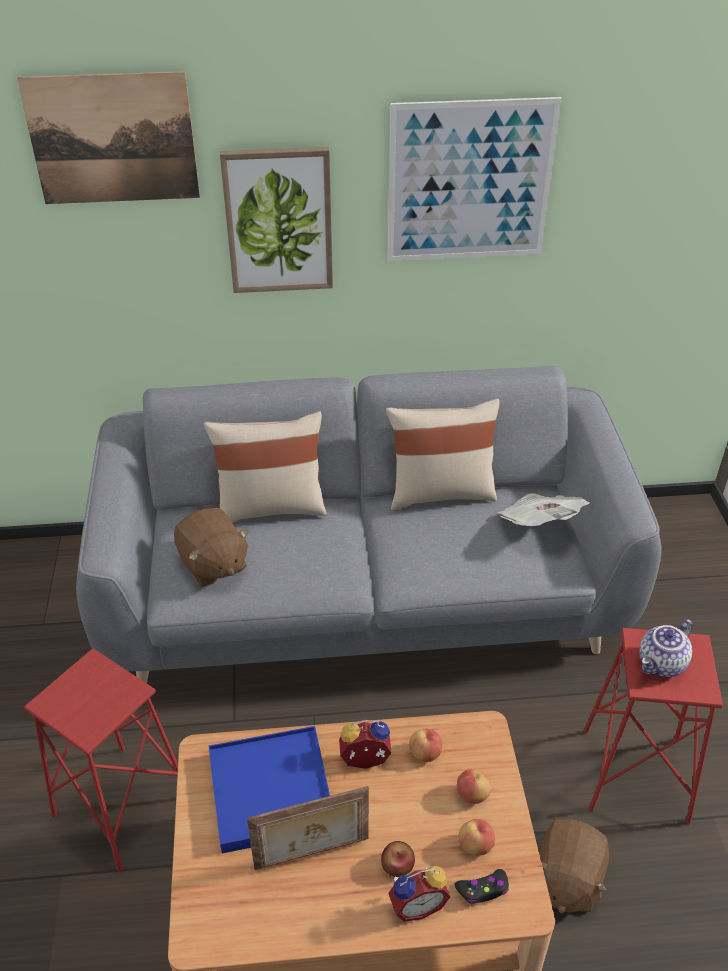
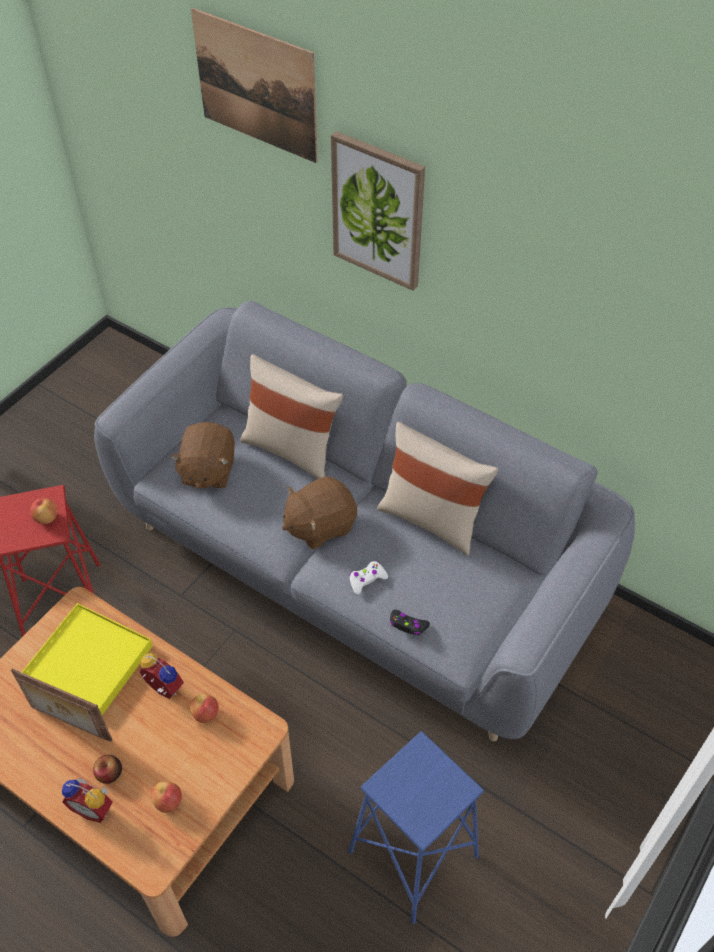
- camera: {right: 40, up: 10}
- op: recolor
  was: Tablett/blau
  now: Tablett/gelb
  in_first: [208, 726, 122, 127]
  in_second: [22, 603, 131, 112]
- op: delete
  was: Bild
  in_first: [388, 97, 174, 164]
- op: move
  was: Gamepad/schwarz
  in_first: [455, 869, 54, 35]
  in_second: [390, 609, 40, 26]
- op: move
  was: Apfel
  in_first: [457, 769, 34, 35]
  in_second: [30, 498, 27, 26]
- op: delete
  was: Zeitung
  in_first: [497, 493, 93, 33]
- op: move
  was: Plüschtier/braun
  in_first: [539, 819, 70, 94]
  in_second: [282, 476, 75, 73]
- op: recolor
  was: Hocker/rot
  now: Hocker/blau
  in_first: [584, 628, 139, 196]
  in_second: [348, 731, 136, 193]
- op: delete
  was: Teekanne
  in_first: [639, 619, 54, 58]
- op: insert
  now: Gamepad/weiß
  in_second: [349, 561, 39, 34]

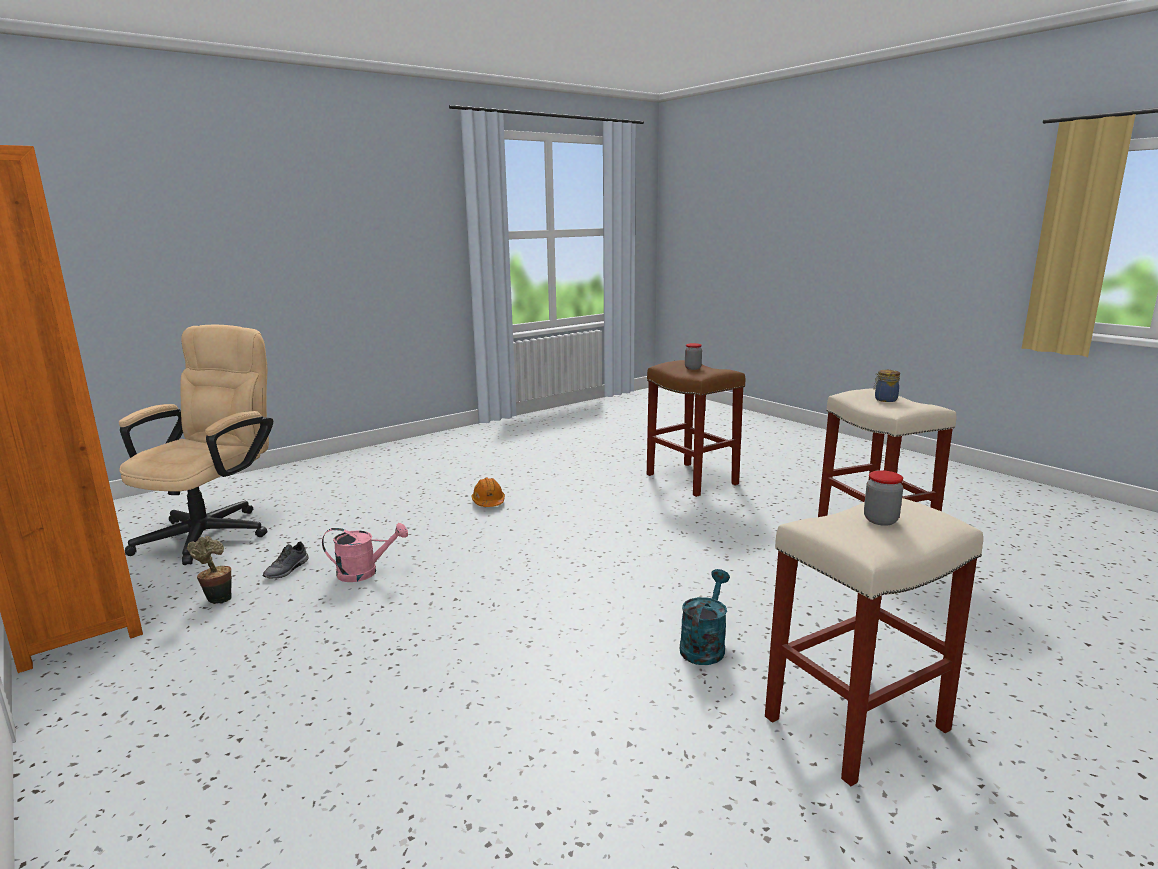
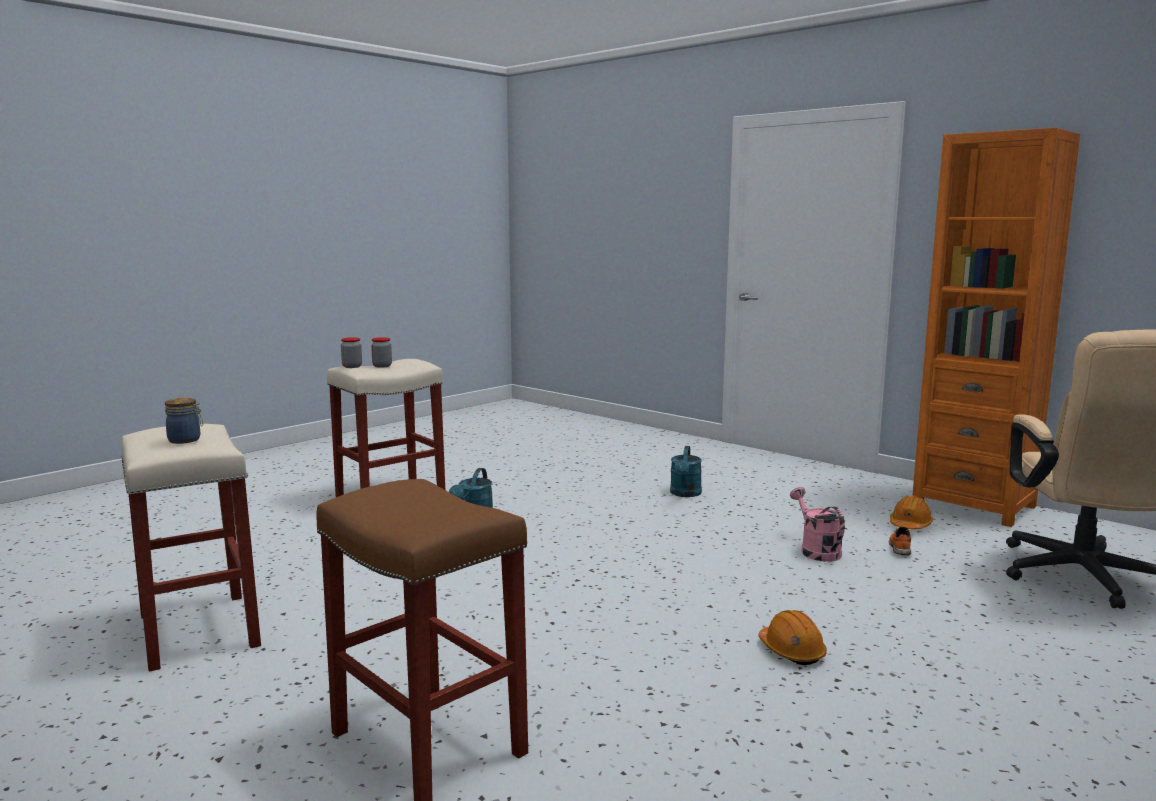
- camera: {right: 170, up: -5}
- op: replace
  was: Topfpflanze
  now: Schutzhelm/orange
  in_first: [187, 536, 45, 68]
  in_second: [890, 495, 43, 34]
- op: recolor
  was: Schuh/grau
  now: Schuh/orange
  in_first: [263, 542, 46, 37]
  in_second: [889, 527, 22, 28]
- op: rotate
  was: Gießkanne/rosa
  in_first: [322, 523, 86, 59]
  in_second: [790, 487, 55, 75]
  clockwise: 90
- op: move
  was: Vorratsglas
  in_first: [685, 343, 17, 27]
  in_second: [341, 337, 21, 31]
- op: insert
  now: Gießkanne/türkis
  in_second: [670, 446, 32, 51]

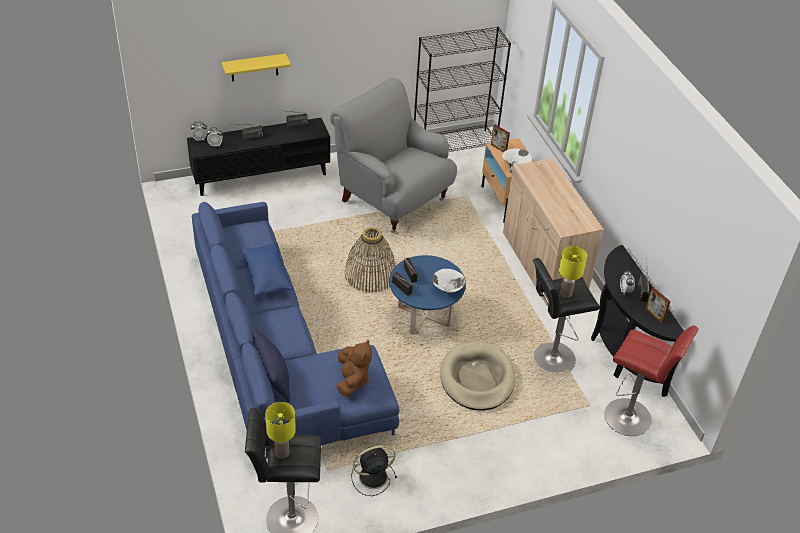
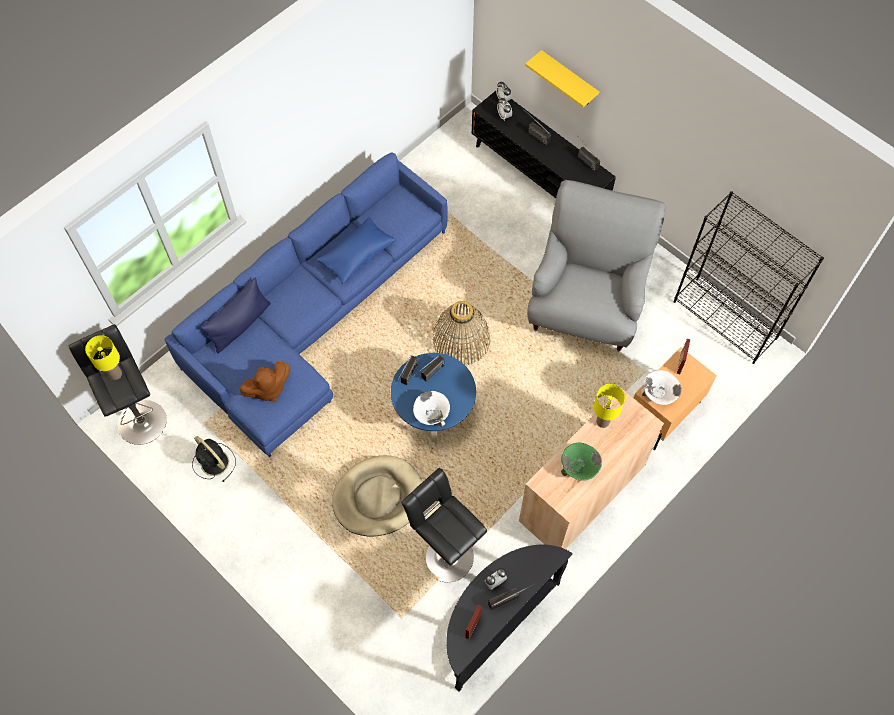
- camera: {right: 65, up: 20}
- op: move
  was: Tischlampe/gelb
  in_first: [559, 246, 28, 52]
  in_second: [594, 384, 31, 44]
- op: delete
  was: Hocker/rot
  in_first: [604, 326, 95, 110]
- op: insert
  now: Schüssel/grün
  in_second: [561, 443, 41, 38]

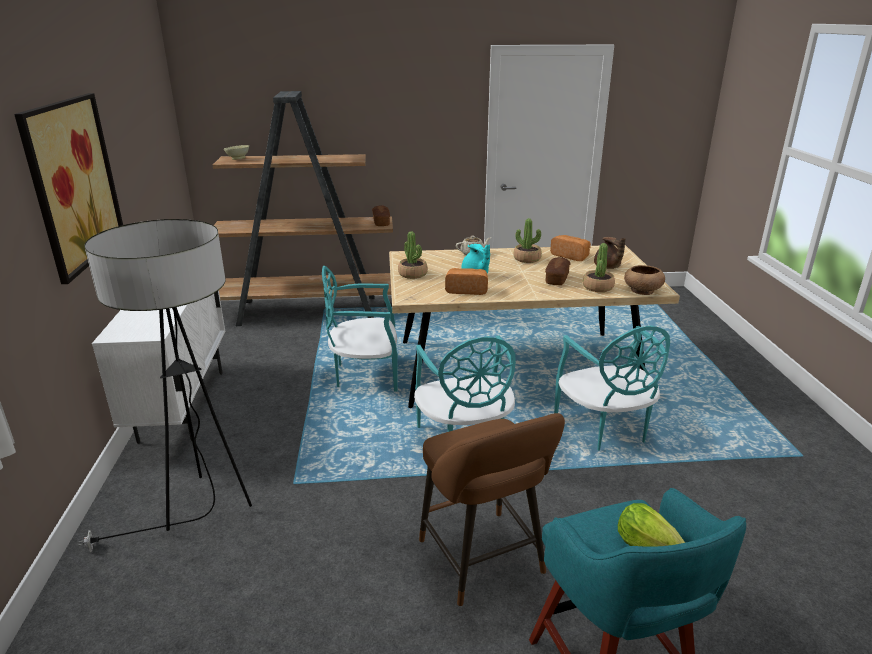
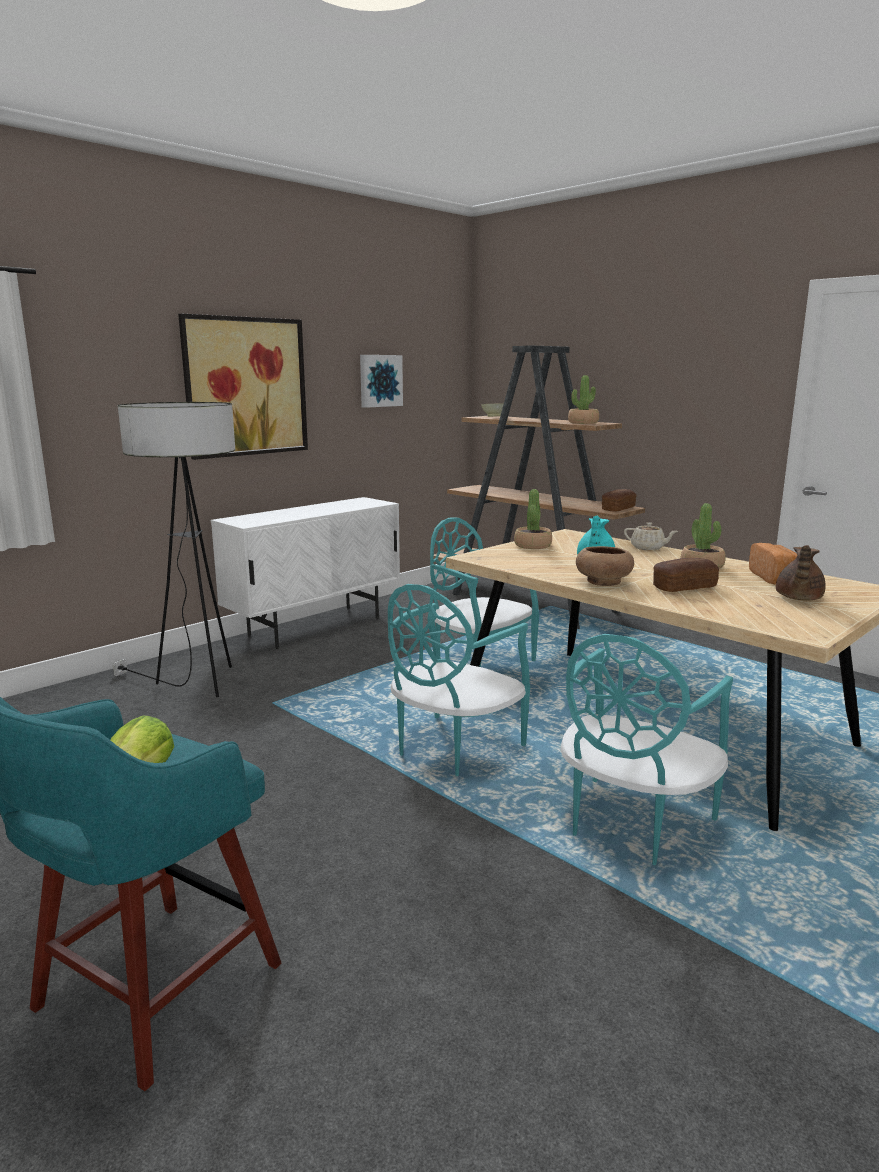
- camera: {right: 50, up: -10}
- op: delete
  was: Hocker/braun
  in_first: [419, 413, 146, 193]
- op: delete
  was: Brot
  in_first: [445, 268, 43, 27]
- op: move
  was: Topfpflanze
  in_first: [583, 243, 32, 49]
  in_second: [568, 375, 31, 49]
- op: move
  was: Schüssel/braun
  in_first: [624, 265, 41, 30]
  in_second: [576, 546, 58, 40]
- op: insert
  now: Bild
  in_second: [360, 355, 43, 53]

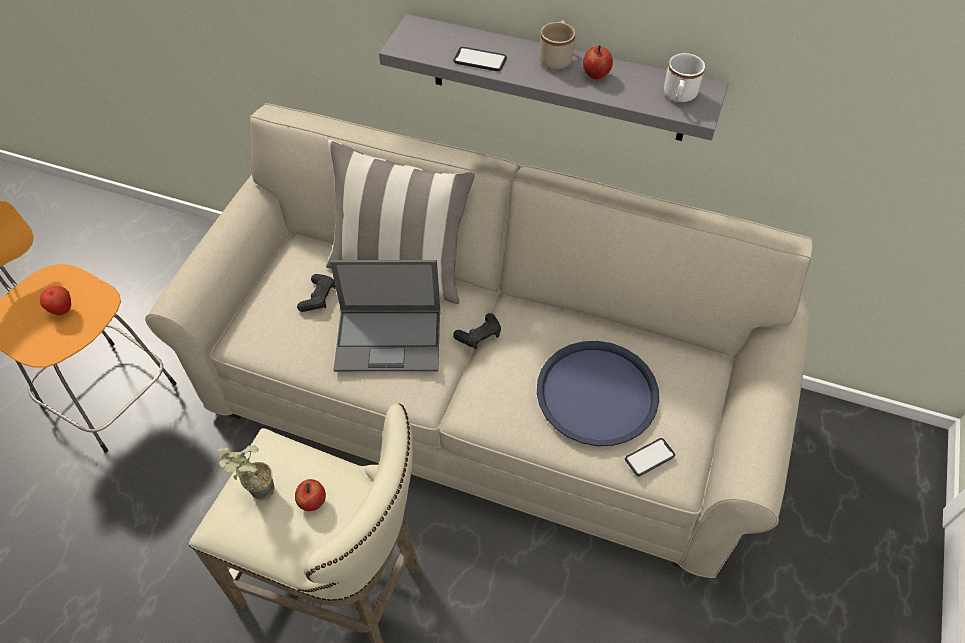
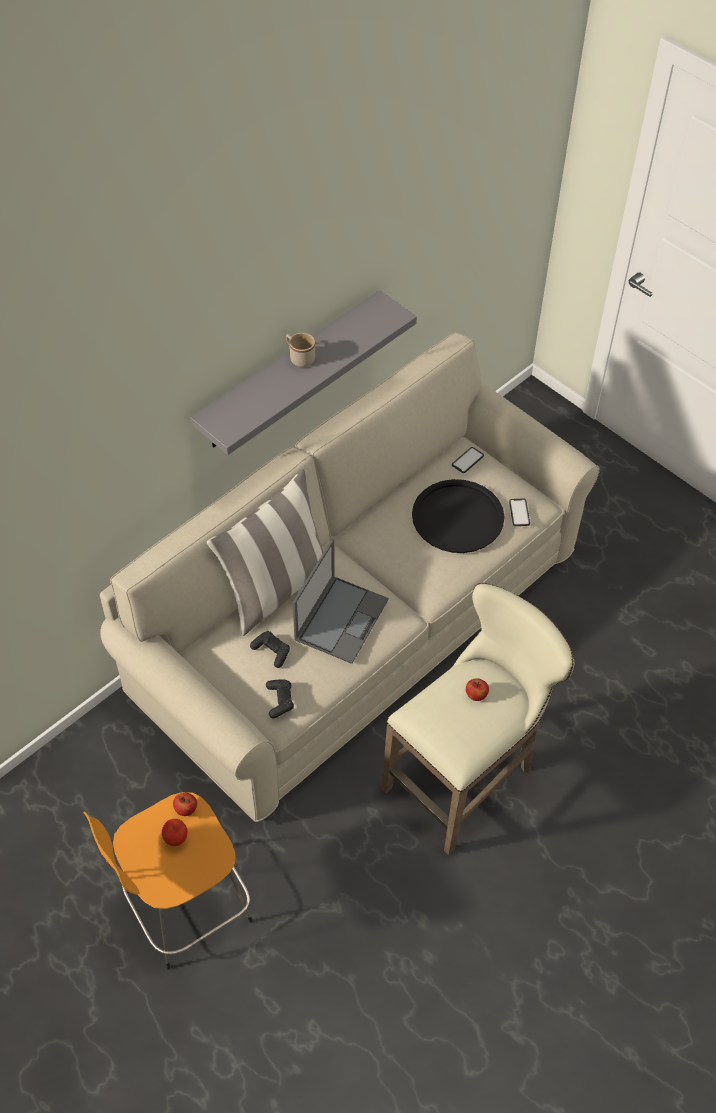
- camera: {right: -65, up: 0}
- op: delete
  was: Topfpflanze
  in_first: [217, 445, 57, 56]
- op: move
  was: Handy
  in_first: [453, 47, 54, 24]
  in_second: [452, 447, 32, 26]
- op: move
  was: Gamepad/schwarz
  in_first: [453, 313, 48, 36]
  in_second: [266, 679, 28, 39]
- op: recolor
  was: Tablett/blau
  now: Tablett/schwarz
  in_first: [537, 341, 122, 105]
  in_second: [412, 479, 92, 74]
- op: move
  was: Apfel
  in_first: [583, 45, 30, 34]
  in_second: [173, 792, 24, 24]
- op: delete
  was: Henkelbecher/weiß
  in_first: [664, 53, 41, 49]

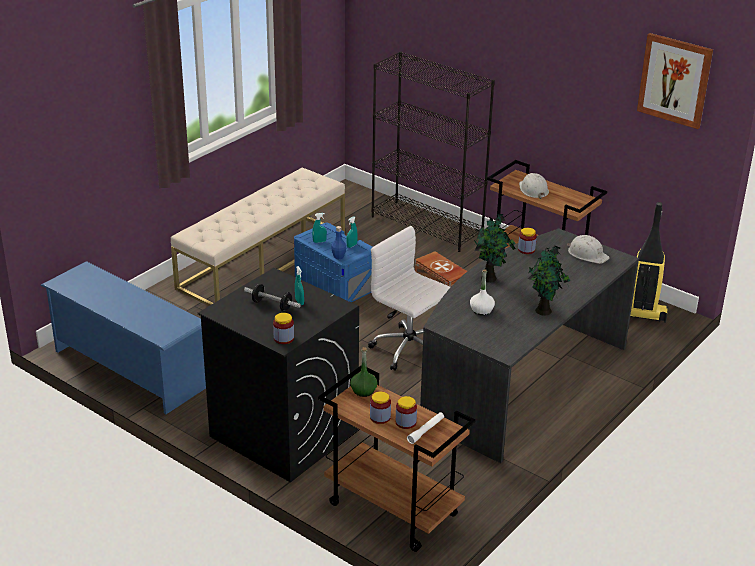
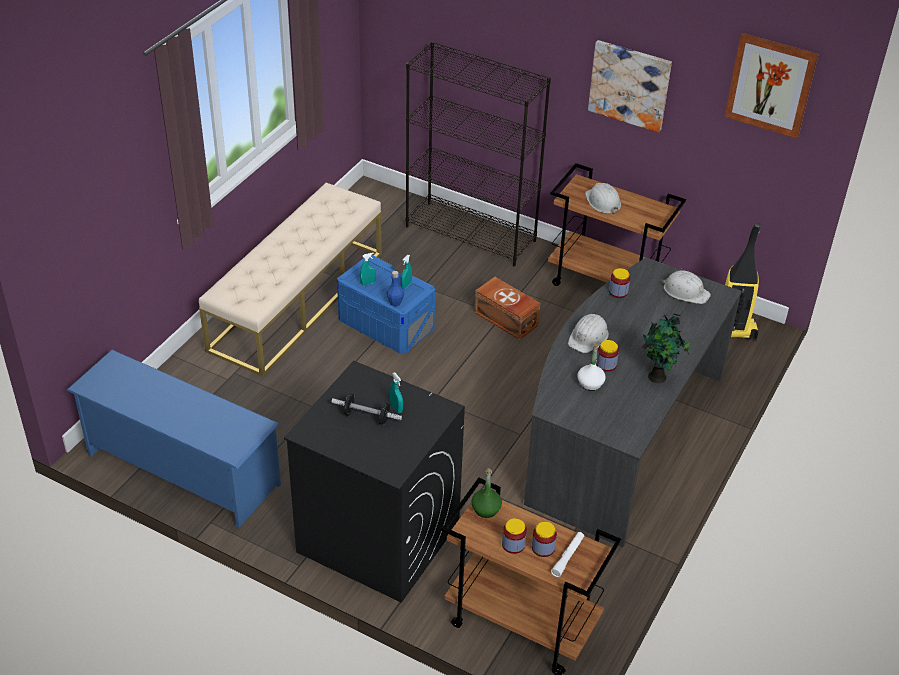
- camera: {right: -10, up: 10}
- op: move
  was: Vorratsglas
  in_first: [273, 313, 21, 31]
  in_second: [596, 340, 23, 32]
- op: delete
  was: Bürostuhl/weiß
  in_first: [368, 226, 82, 145]
- op: replace
  was: Topfpflanze
  now: Schutzhelm/weiß
  in_first: [473, 214, 43, 69]
  in_second: [568, 314, 41, 39]
- op: insert
  now: Bild
  in_second: [588, 40, 84, 93]

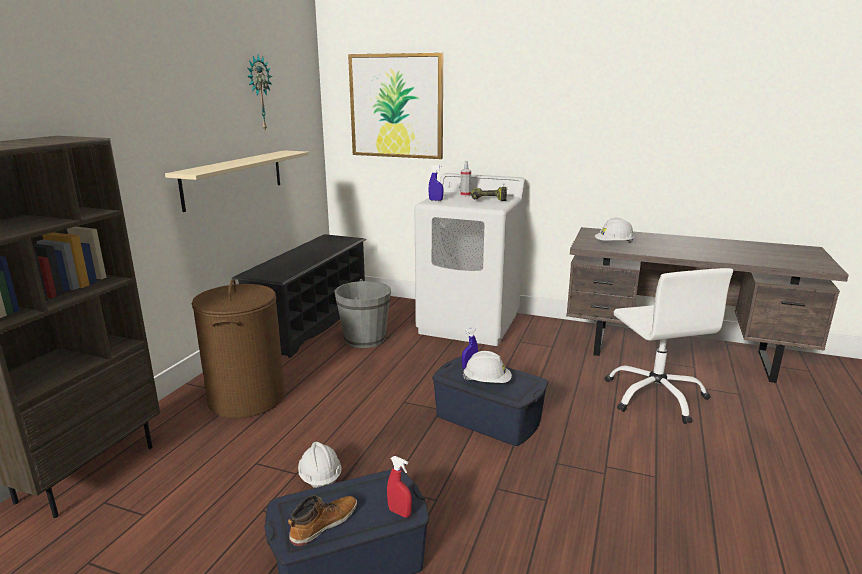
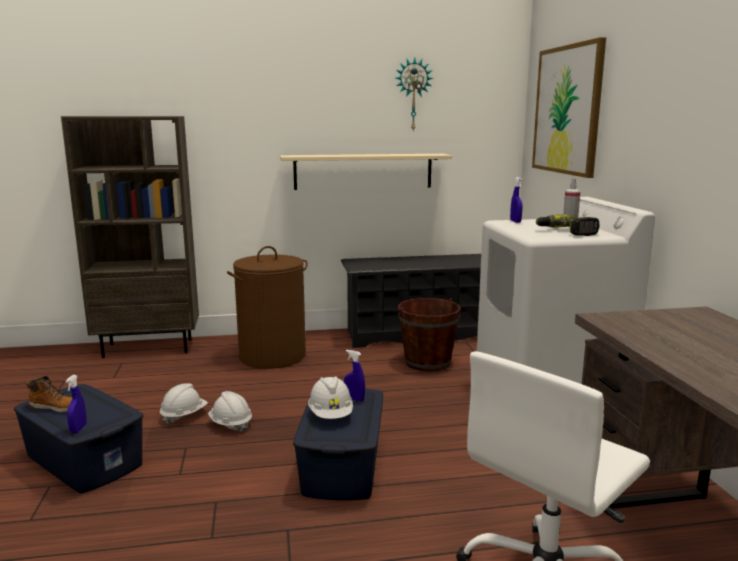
- camera: {right: 60, up: -5}
- op: recolor
  was: Eimer/grau
  now: Eimer/braun
  in_first: [335, 279, 56, 69]
  in_second: [398, 298, 63, 74]
- op: recolor
  was: Sprühflasche/rot
  now: Sprühflasche/blau
  in_first: [387, 456, 25, 62]
  in_second: [65, 375, 22, 59]
- op: move
  was: Schutzhelm/weiß
  in_first: [595, 218, 40, 25]
  in_second: [208, 391, 44, 42]

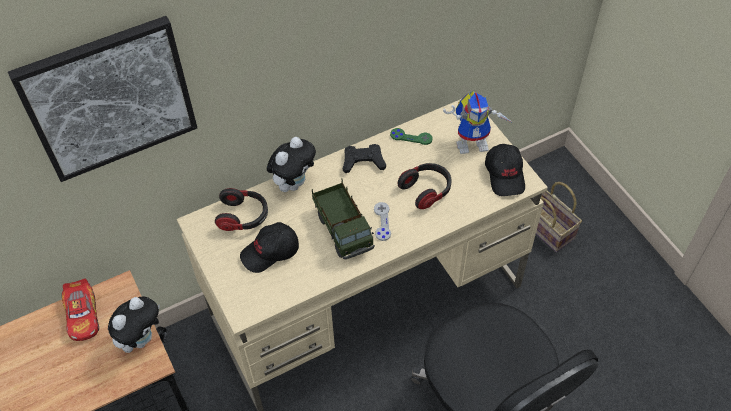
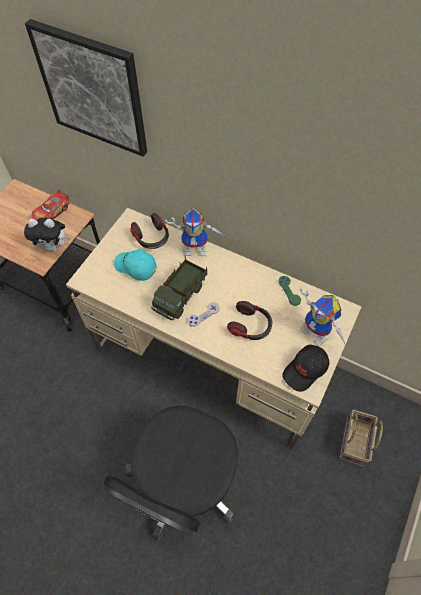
- camera: {right: 55, up: 5}
- op: recolor
  was: Kappe/schwarz
  now: Kappe/türkis
  in_first: [240, 222, 59, 51]
  in_second: [114, 249, 43, 32]
- op: replace
  was: Plüschtier
  now: Spielzeugroboter
  in_first: [267, 137, 49, 55]
  in_second: [165, 208, 61, 48]
- op: delete
  was: Gamepad/schwarz
  in_first: [343, 144, 43, 29]

